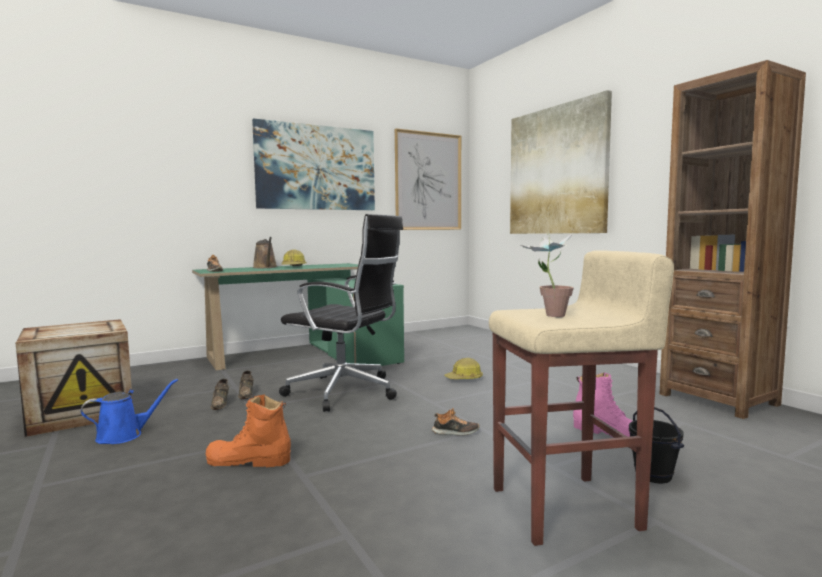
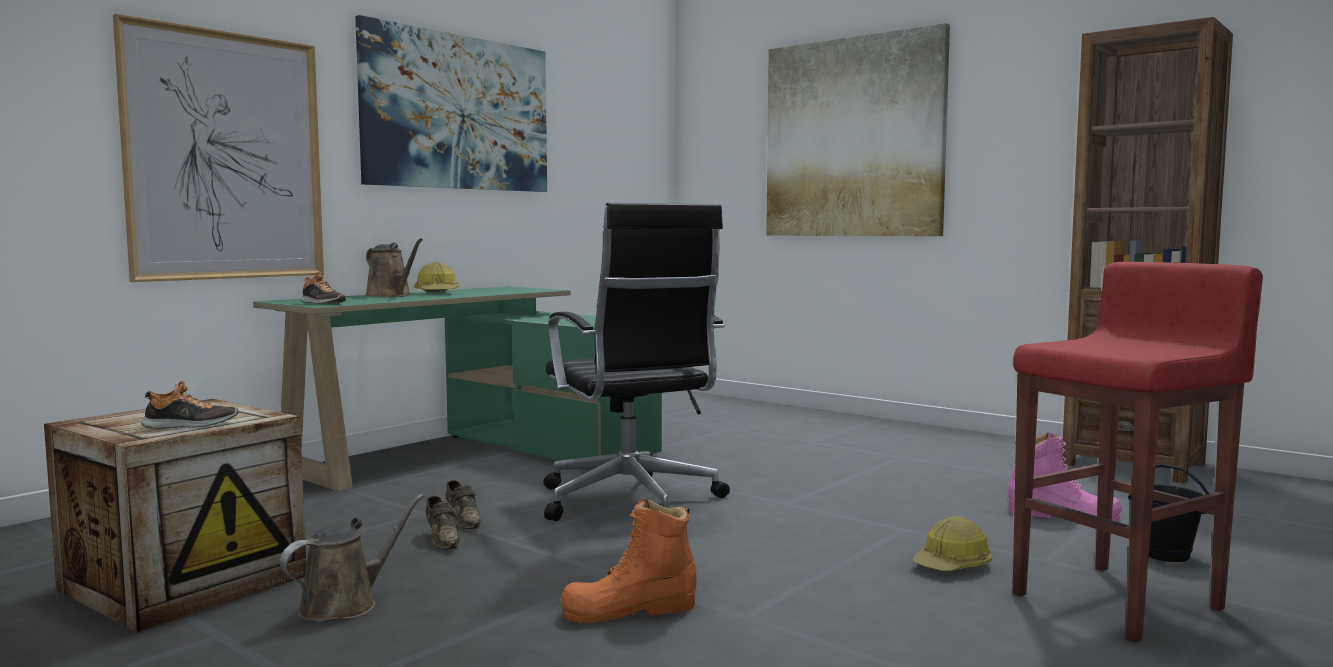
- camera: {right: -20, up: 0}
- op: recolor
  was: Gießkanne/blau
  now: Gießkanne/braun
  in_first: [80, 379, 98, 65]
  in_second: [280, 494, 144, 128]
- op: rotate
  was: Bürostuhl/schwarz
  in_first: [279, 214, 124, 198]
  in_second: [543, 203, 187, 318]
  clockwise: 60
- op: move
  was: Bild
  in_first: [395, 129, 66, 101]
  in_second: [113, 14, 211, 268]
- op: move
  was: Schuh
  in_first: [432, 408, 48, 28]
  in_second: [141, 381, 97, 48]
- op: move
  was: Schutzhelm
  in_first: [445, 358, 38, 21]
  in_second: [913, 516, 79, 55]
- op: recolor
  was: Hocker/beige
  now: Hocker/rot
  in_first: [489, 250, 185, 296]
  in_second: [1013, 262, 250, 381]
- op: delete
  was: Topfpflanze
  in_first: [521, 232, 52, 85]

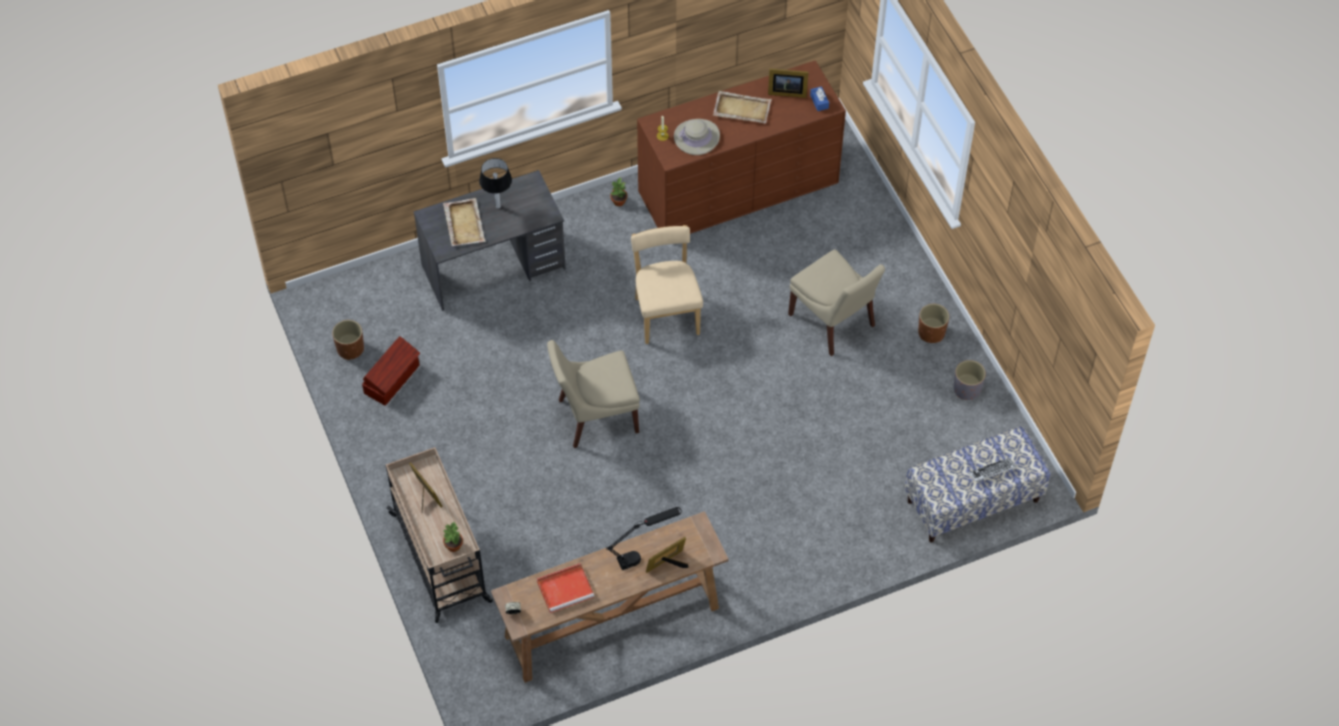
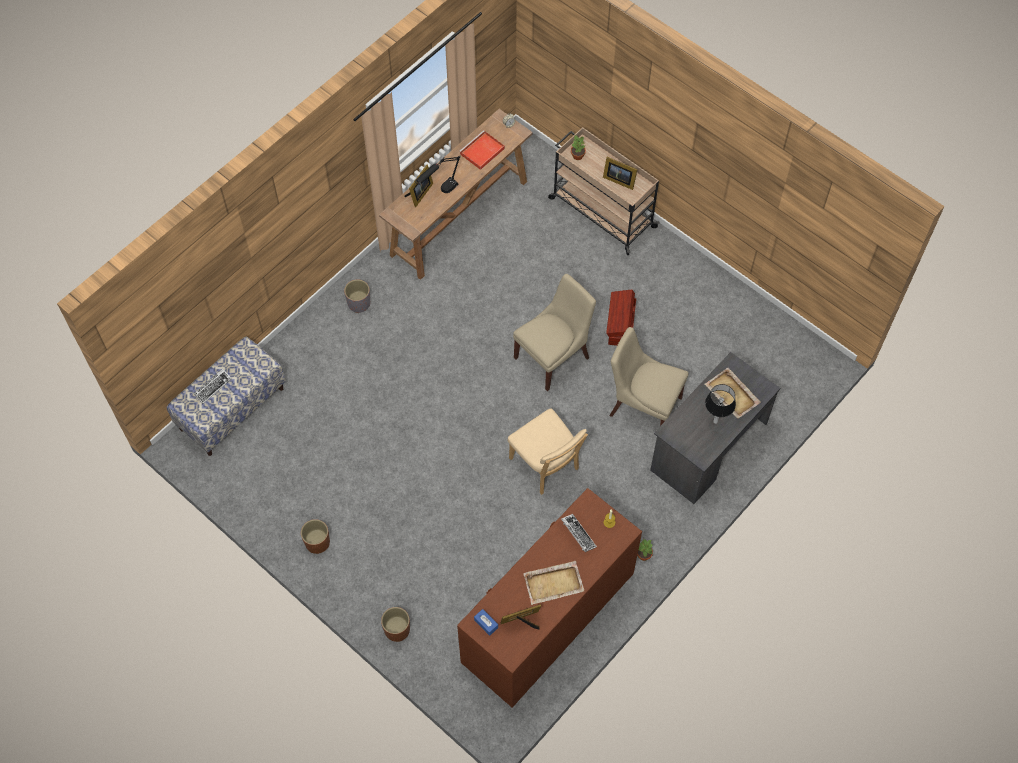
- camera: {right: 155, up: 5}
- op: move
  was: Pflanzkübel/braun
  in_first: [332, 320, 32, 40]
  in_second: [381, 607, 29, 35]
- op: move
  was: Aufbewahrungsbox/braun
  in_first: [362, 336, 58, 70]
  in_second: [606, 290, 30, 56]
- op: replace
  was: Hut/beige
  now: Tastatur
  in_first: [674, 119, 46, 36]
  in_second: [561, 514, 36, 38]
- op: move
  was: Stuhl/beige
  in_first: [788, 249, 97, 107]
  in_second: [609, 327, 80, 99]
- op: move
  was: Pflanzkübel/grau
  in_first: [954, 360, 32, 40]
  in_second: [344, 280, 26, 33]

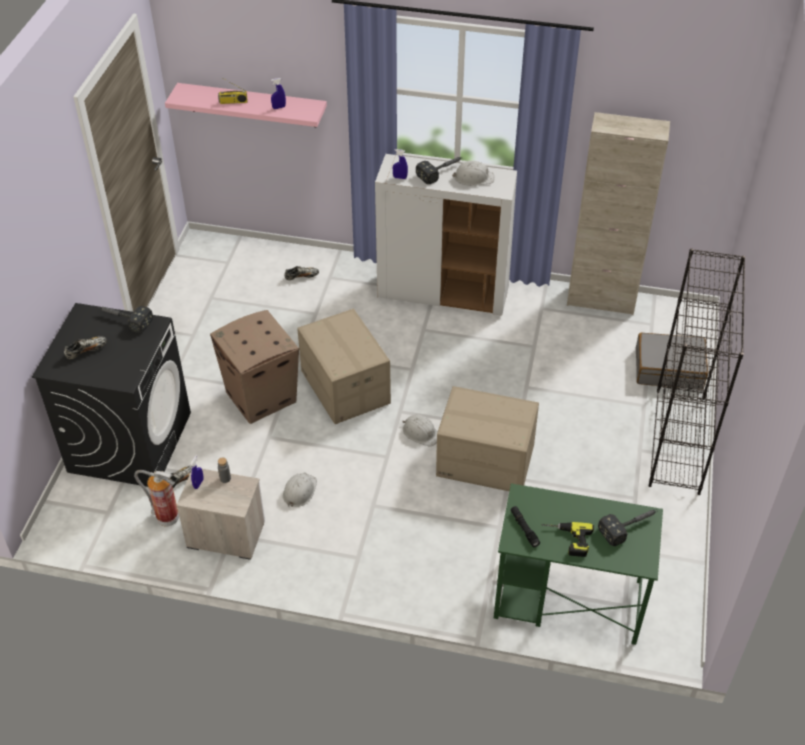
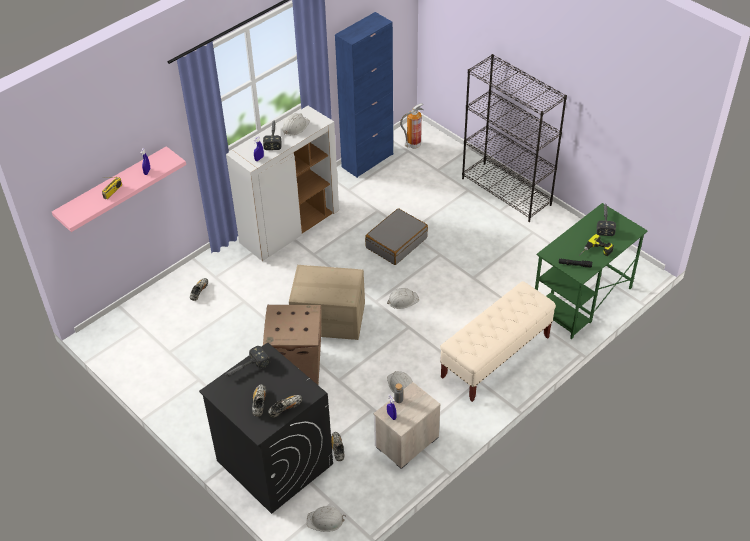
- camera: {right: -55, up: 0}
- op: move
  was: Feuerlöscher
  in_first: [134, 470, 45, 56]
  in_second: [400, 103, 24, 46]
- op: delete
  was: Karton
  in_first: [436, 386, 103, 105]
- op: recolor
  was: Schrank/beige
  now: Schrank/blau
  in_first: [567, 112, 103, 203]
  in_second: [335, 12, 58, 166]
- op: move
  was: Koffer/grau
  in_first: [636, 333, 72, 56]
  in_second: [365, 208, 63, 57]
- op: insert
  now: Schuh
  in_second: [268, 395, 34, 23]
- op: insert
  now: Schutzhelm/weiß
  in_second: [307, 506, 39, 26]
- op: insert
  now: Bank/beige
  in_second: [440, 281, 116, 121]

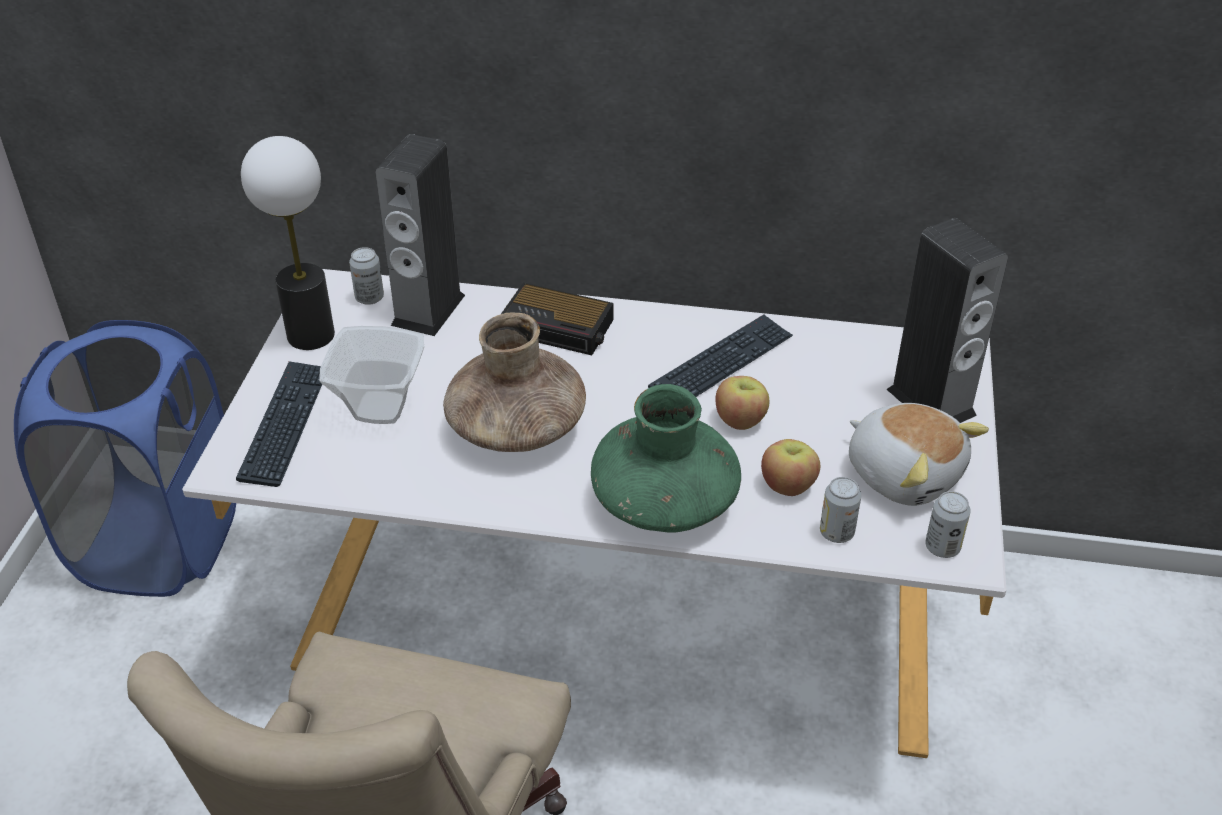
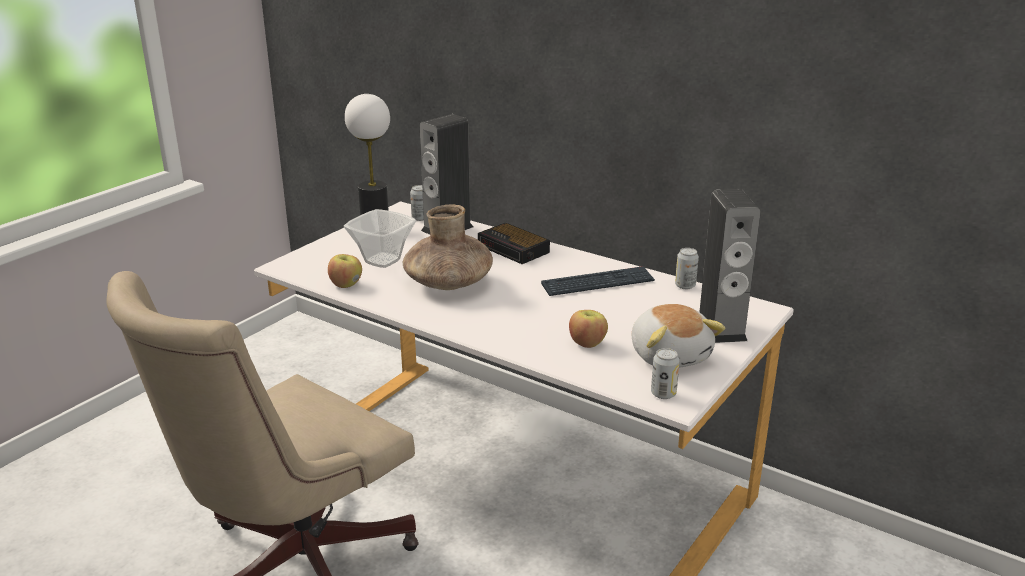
- camera: {right: 25, up: -15}
- op: delete
  was: Wäschekorb/blau
  in_first: [14, 320, 222, 277]
- op: delete
  was: Tastatur
  in_first: [236, 361, 86, 126]
- op: delete
  was: Vase/grün
  in_first: [591, 384, 150, 149]
- op: move
  was: Apfel
  in_first: [715, 376, 54, 54]
  in_second: [328, 254, 34, 34]
- op: move
  was: Dose
  in_first: [820, 477, 41, 66]
  in_second: [675, 248, 24, 41]

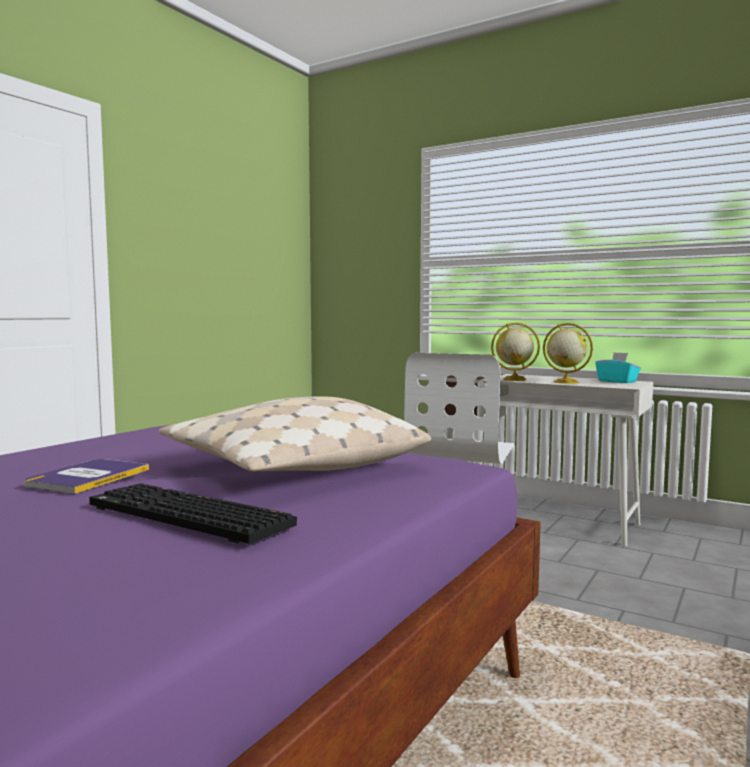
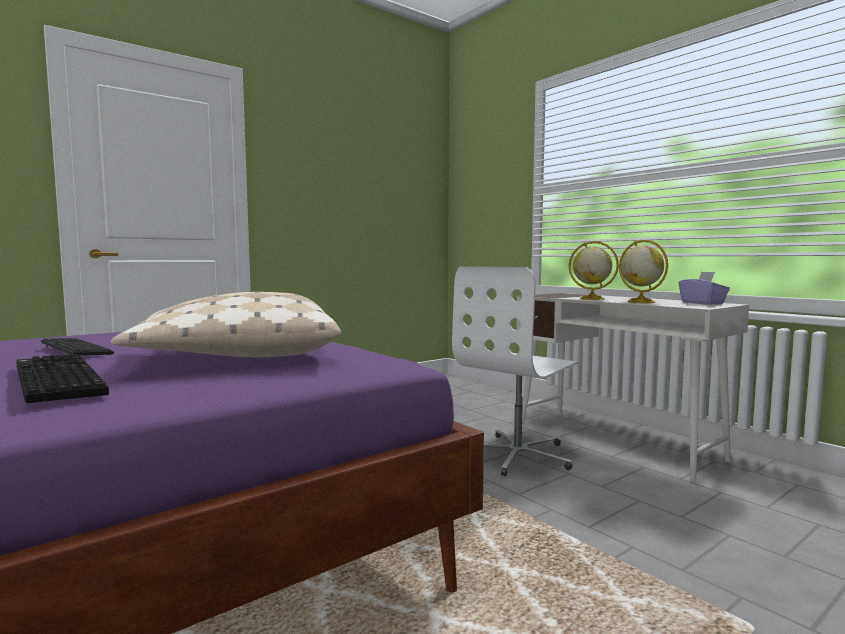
- camera: {right: 20, up: 0}
- op: replace
  was: Buch
  now: Tastatur
  in_first: [24, 459, 125, 35]
  in_second: [41, 338, 73, 18]
- op: recolor
  was: Taschentuchbox/türkis
  now: Taschentuchbox/lila
  in_first: [595, 352, 46, 31]
  in_second: [679, 272, 51, 33]

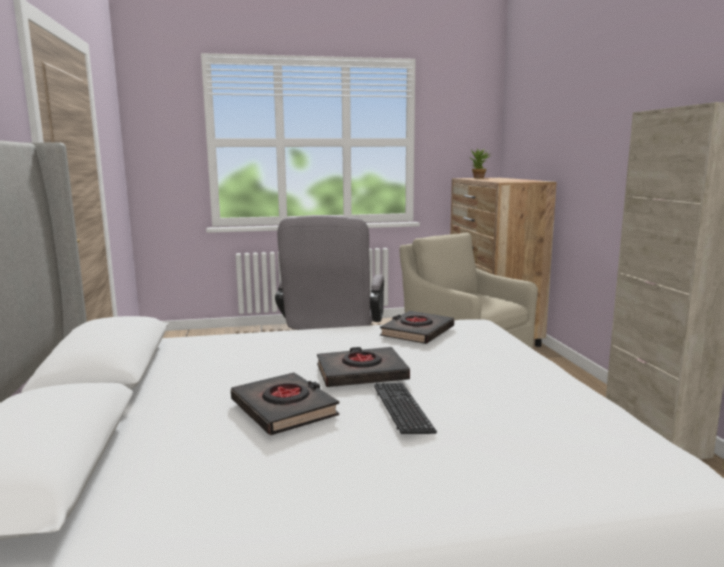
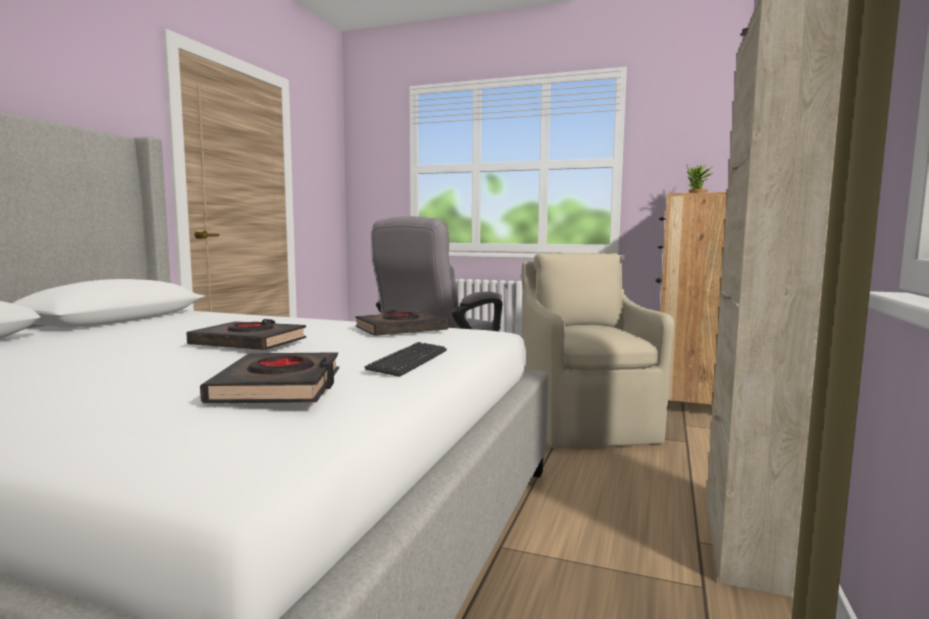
- camera: {right: 30, up: -5}
- op: move
  was: Buch/schwarz
  in_first: [231, 372, 108, 63]
  in_second: [200, 352, 139, 51]
- op: move
  was: Tastatur
  in_first: [374, 383, 63, 51]
  in_second: [364, 342, 83, 35]

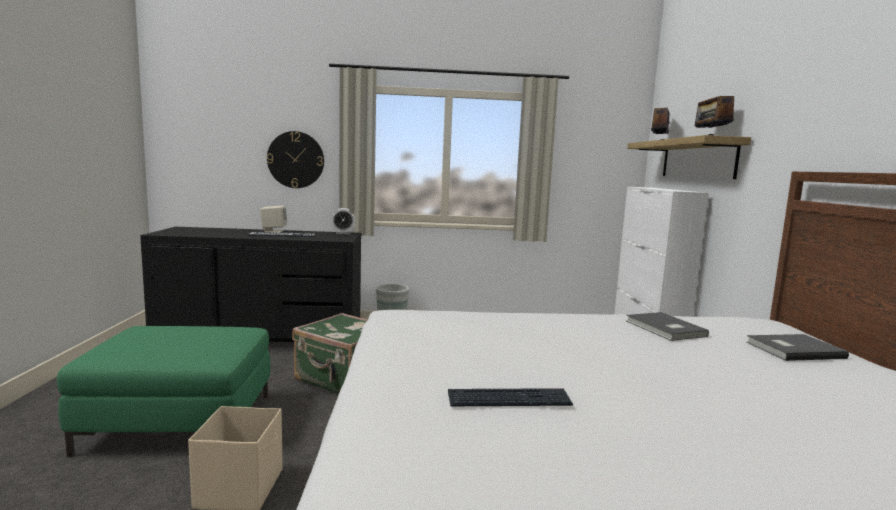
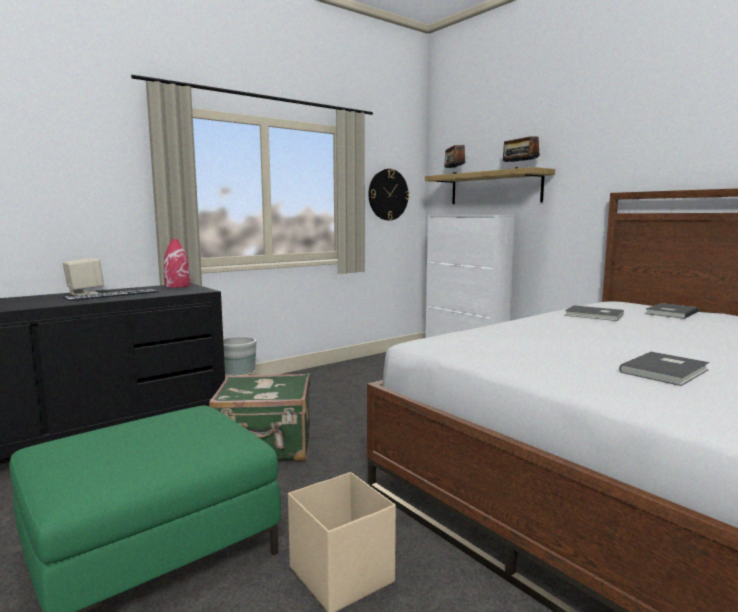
- camera: {right: -35, up: 0}
- op: move
  was: Wanduhr
  in_first: [267, 131, 57, 57]
  in_second: [368, 169, 41, 51]
- op: replace
  was: Wecker
  now: Vase/rot
  in_first: [331, 208, 24, 26]
  in_second: [164, 239, 26, 49]
- op: replace
  was: Tastatur
  now: Buch/grau
  in_first: [448, 388, 125, 18]
  in_second: [619, 352, 90, 34]

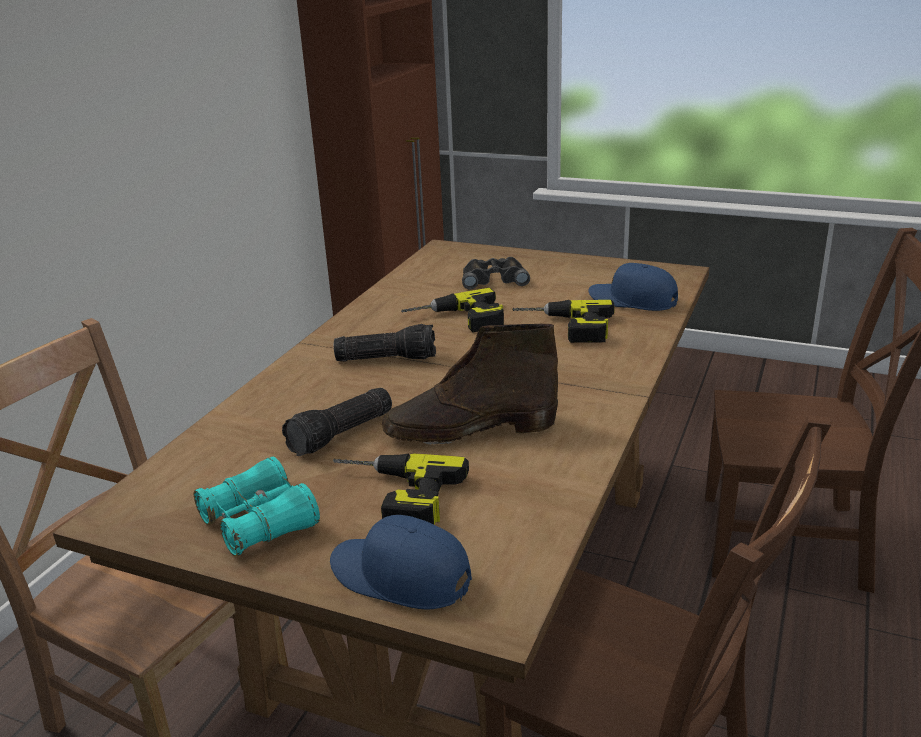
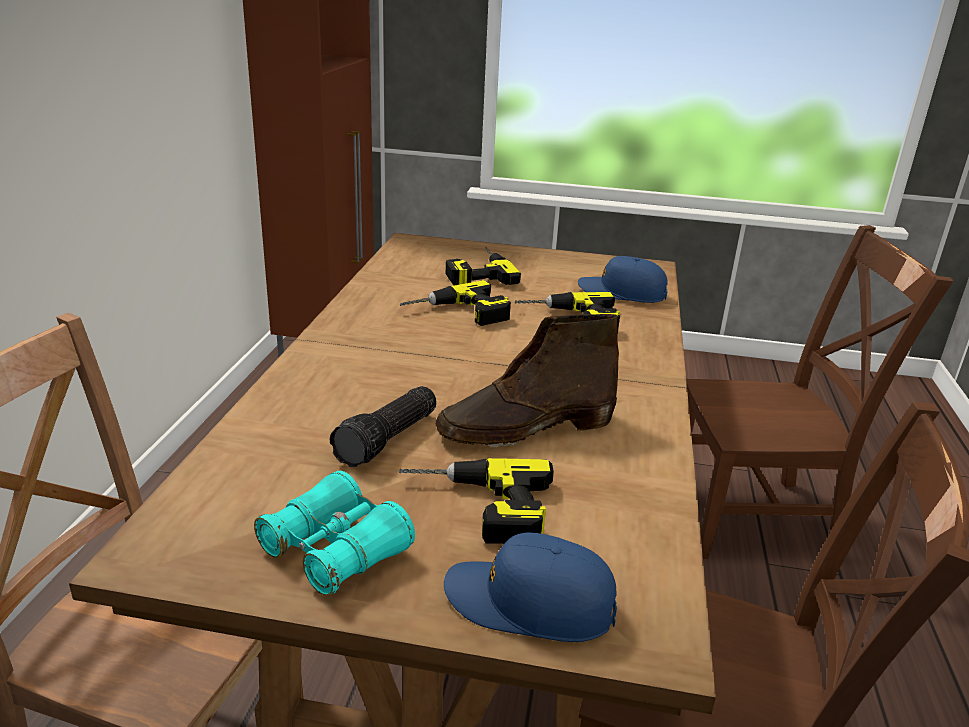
- camera: {right: -15, up: 0}
- op: delete
  was: Taschenlampe
  in_first: [334, 324, 102, 38]
- op: replace
  was: Fernglas/schwarz
  now: Bohrmaschine
  in_first: [462, 257, 68, 33]
  in_second: [446, 248, 75, 38]

